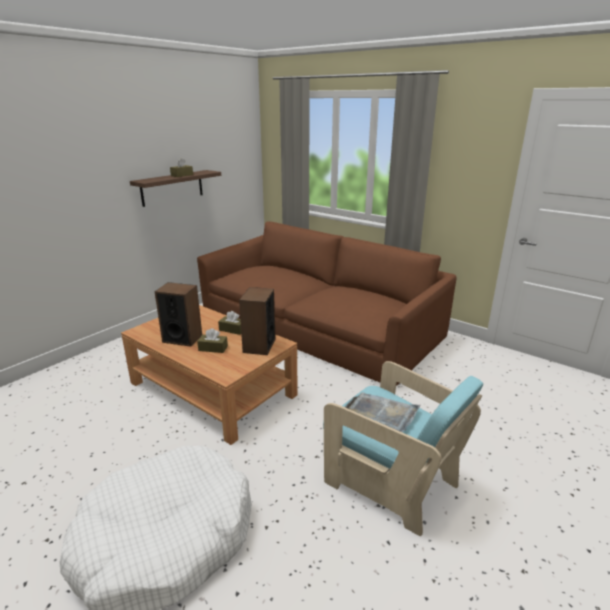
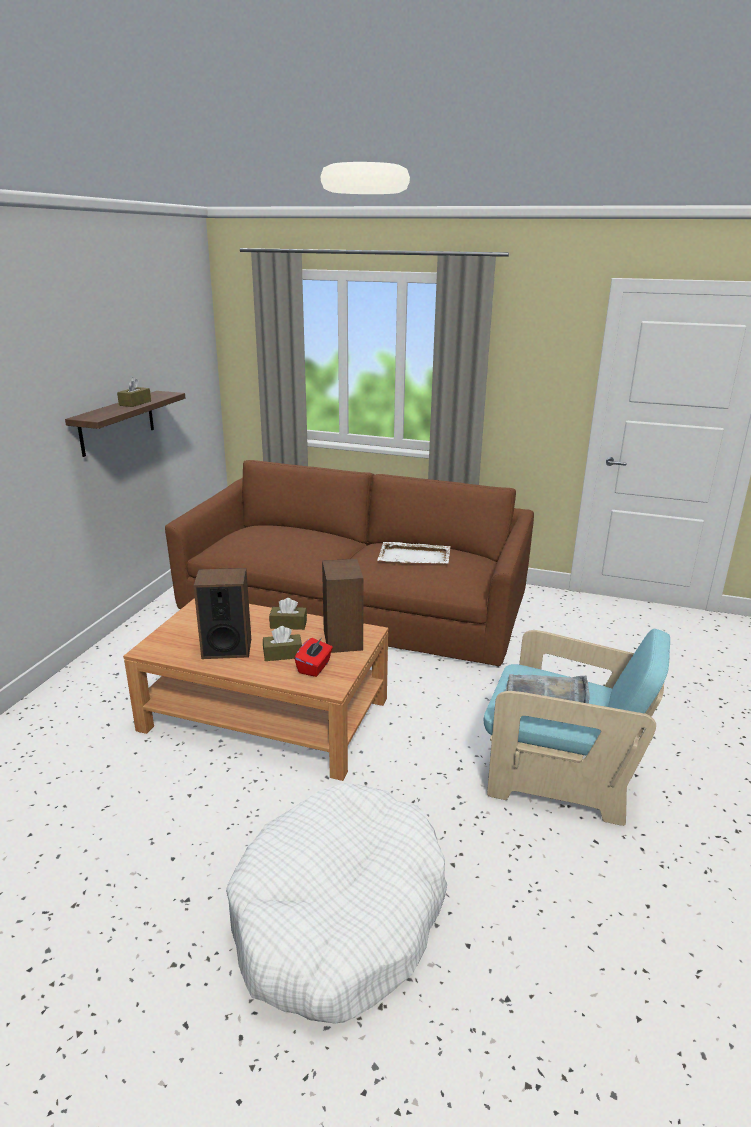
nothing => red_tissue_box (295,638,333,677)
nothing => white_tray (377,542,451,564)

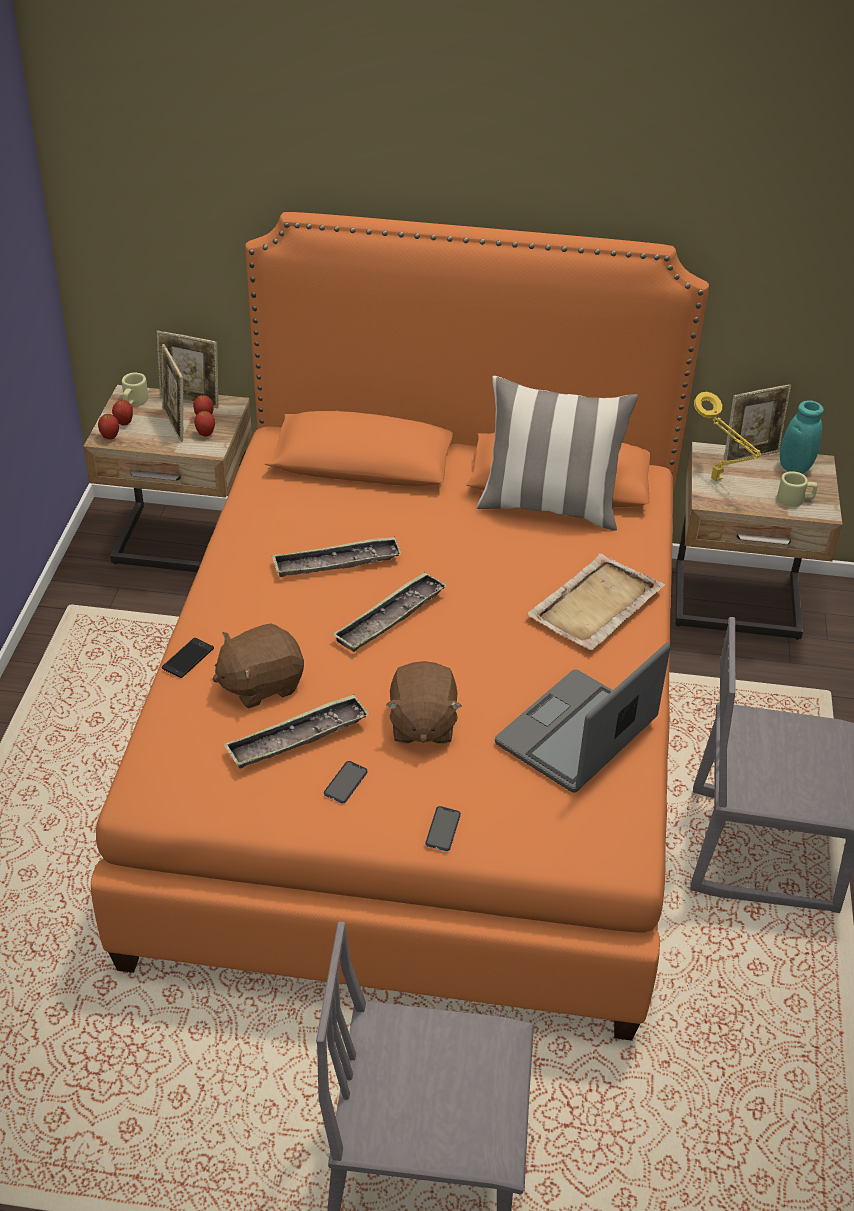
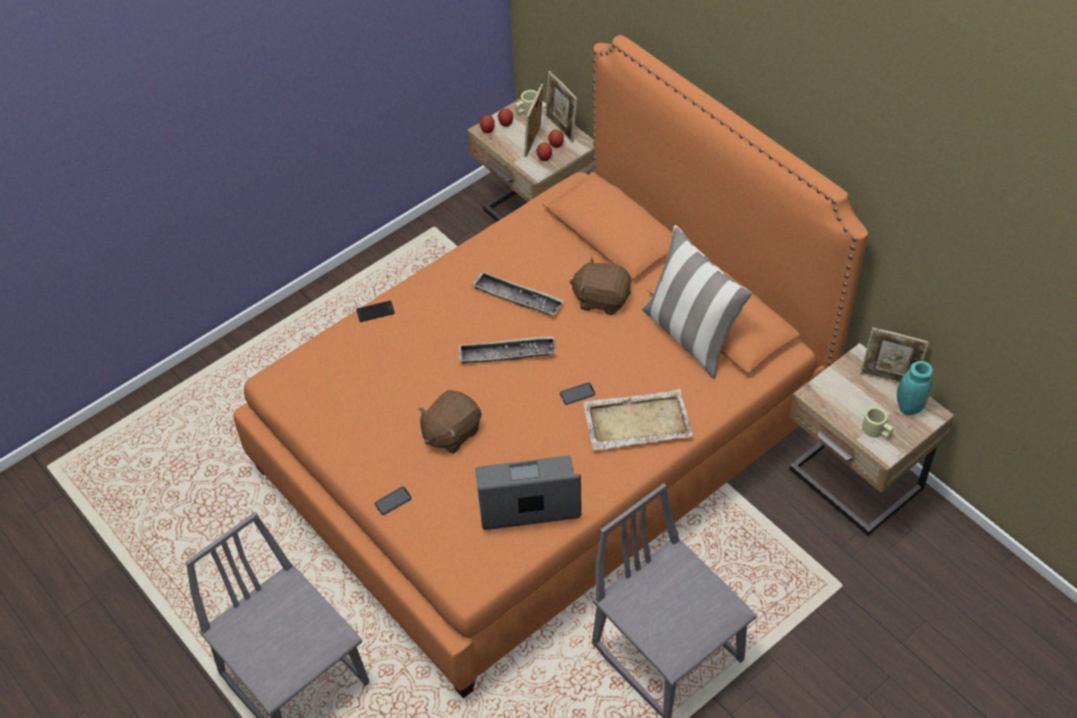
tray (223,694,369,769) => nothing
yellow_table_lamp (694,392,761,481) => nothing
brown_plush_toy (213,623,304,708) => brown_plush_toy (569,256,631,315), relocated
phone (324,761,368,803) => phone (560,382,595,405), relocated

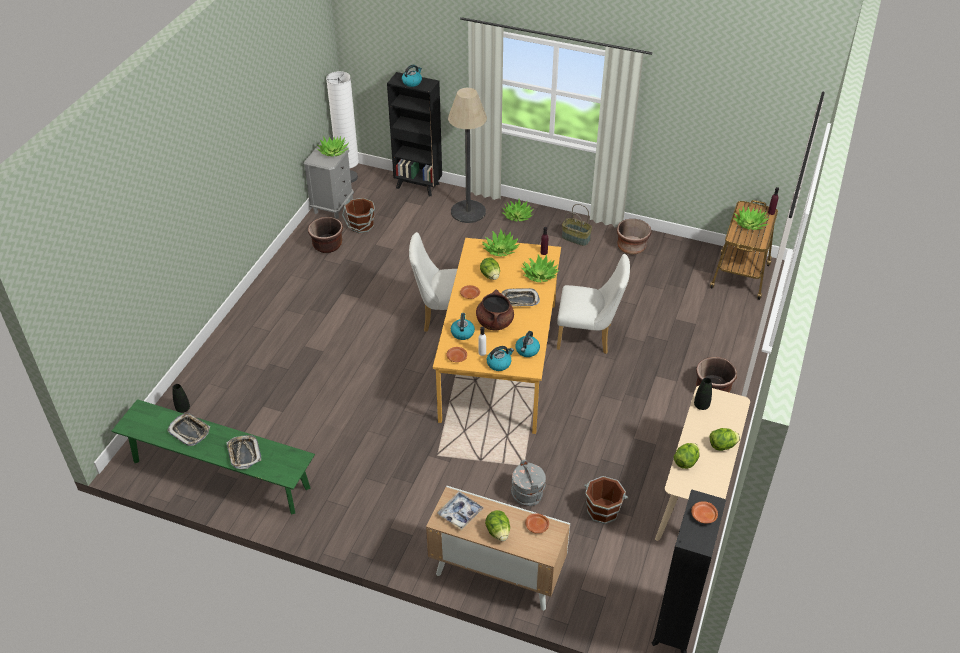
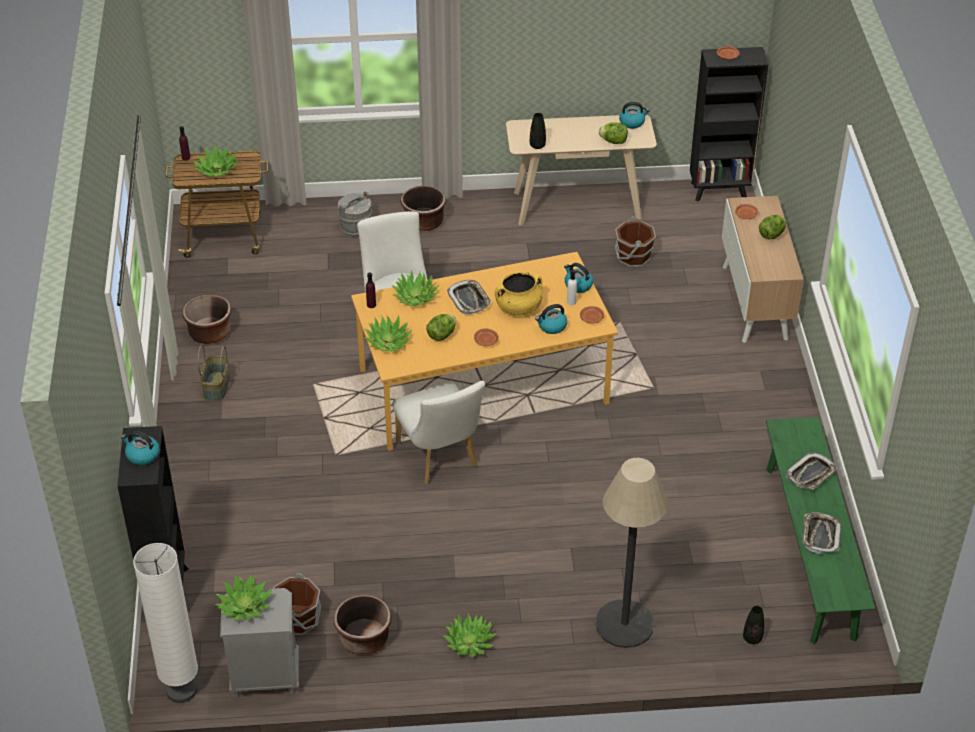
tray (437,492,483,530) => nothing
lettuce (710,428,740,451) => nothing
floor_lamp (448,88,487,223) => floor_lamp (595,458,668,648), relocated
potted_plant (502,199,533,222) => potted_plant (443,614,496,657), relocated
grey_bucket (511,459,546,506) => grey_bucket (338,191,372,237), relocated
kettle (515,331,540,357) => kettle (619,102,650,129), relocated
brown_cooking_pot (476,290,514,330) => yellow_cooking_pot (495,272,543,315)

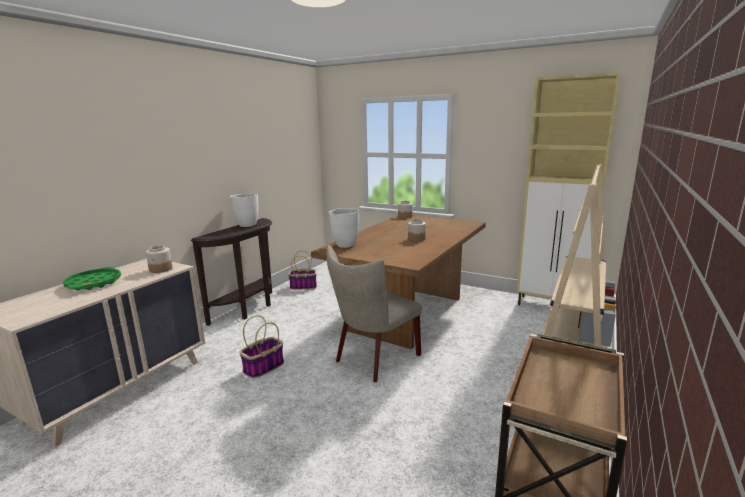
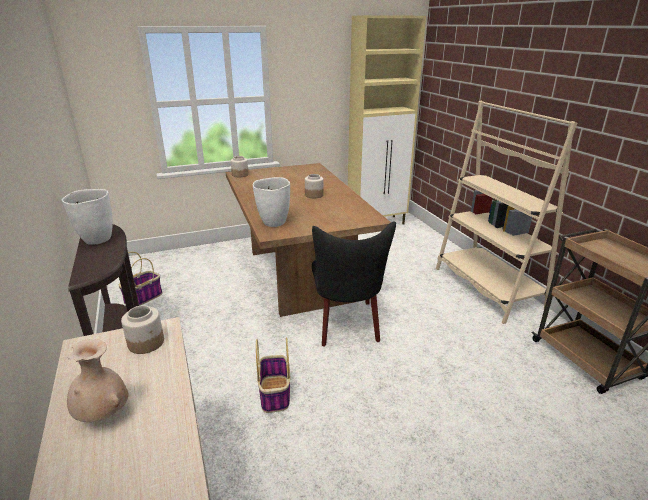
green_tray (63,267,121,290) => beige_vase (67,339,129,422)
beige_chair (326,245,422,382) => black_chair (312,221,396,347)

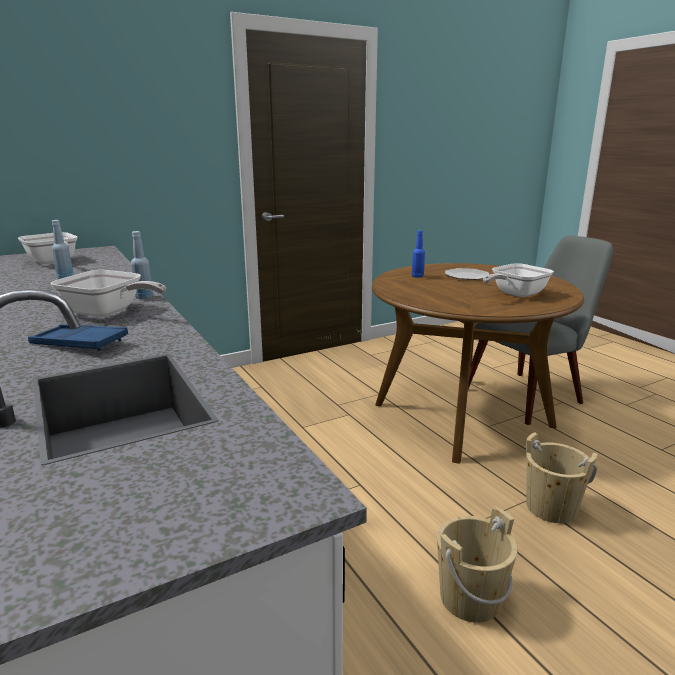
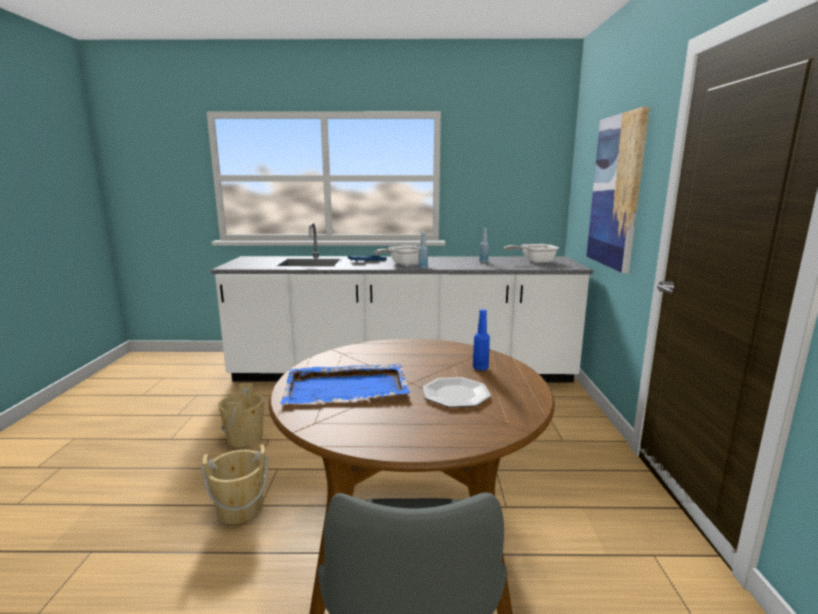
nothing => picture (586,107,650,273)
frying_pan (483,263,554,297) => blue_tray (280,364,410,404)

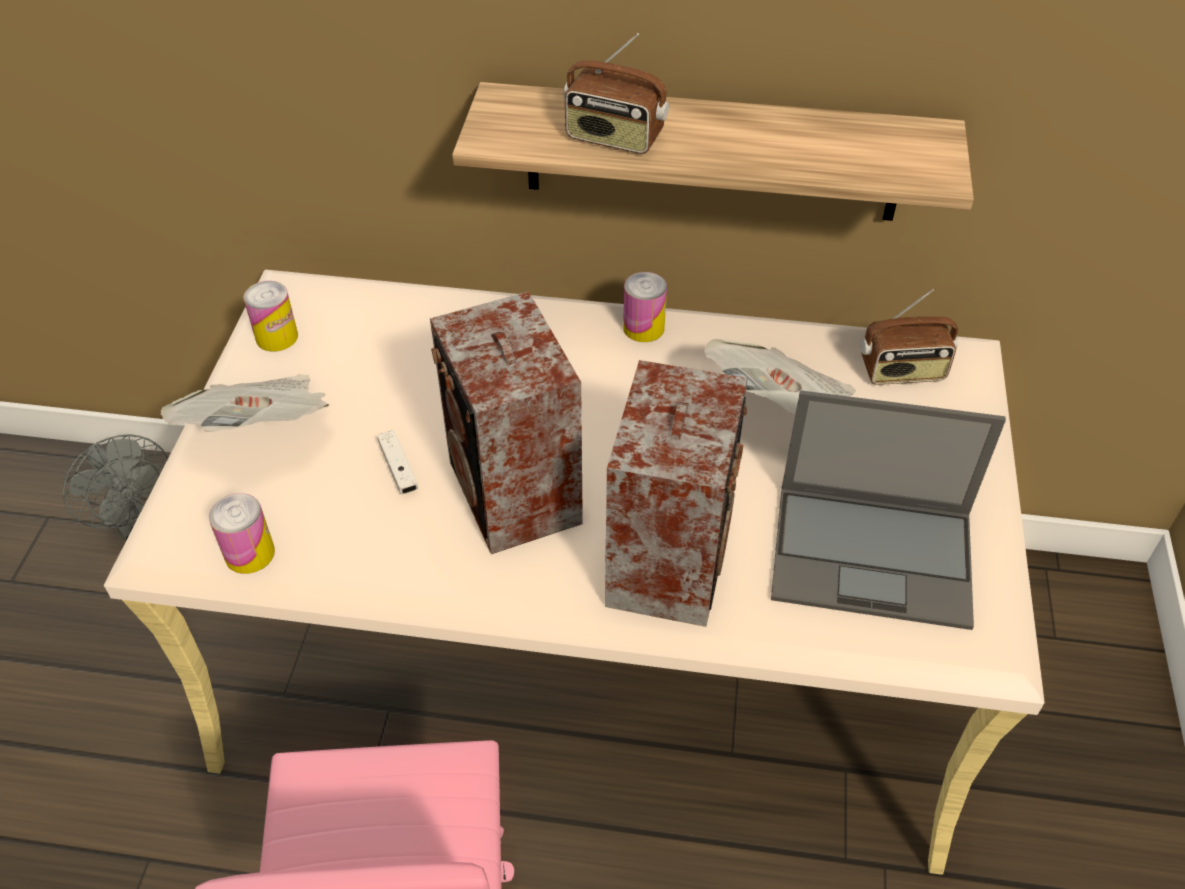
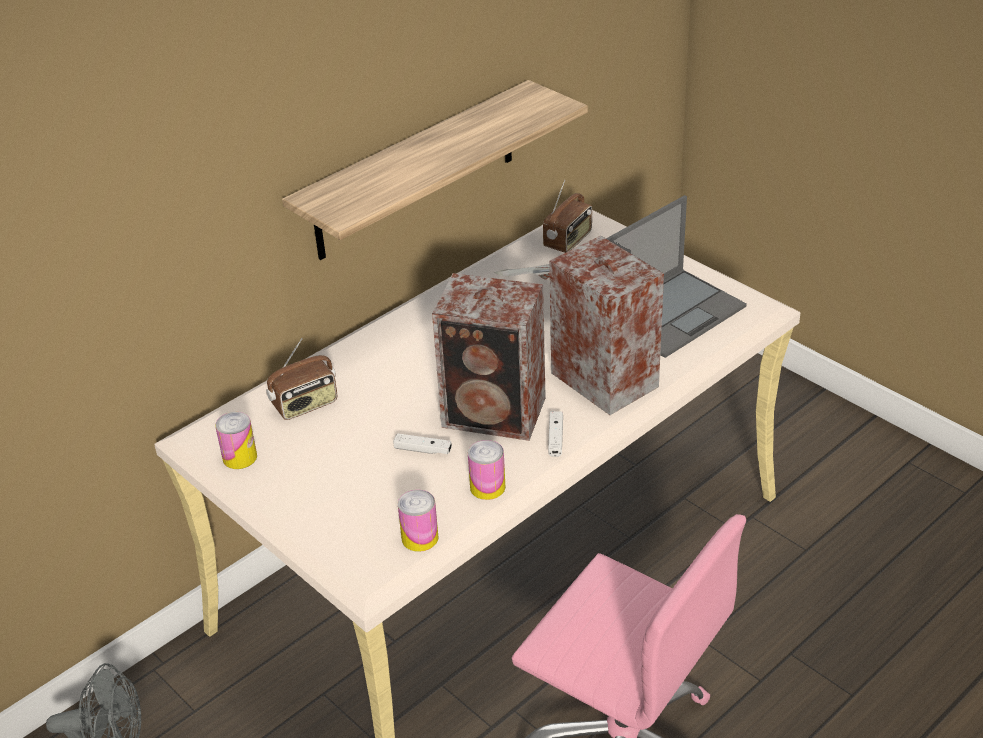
newspaper (160,374,329,432) => nothing
nothing => white_game_controller (548,411,563,457)
radio (564,33,669,154) => radio (266,338,337,420), relocated
can (623,272,667,342) => can (468,440,506,500), relocated

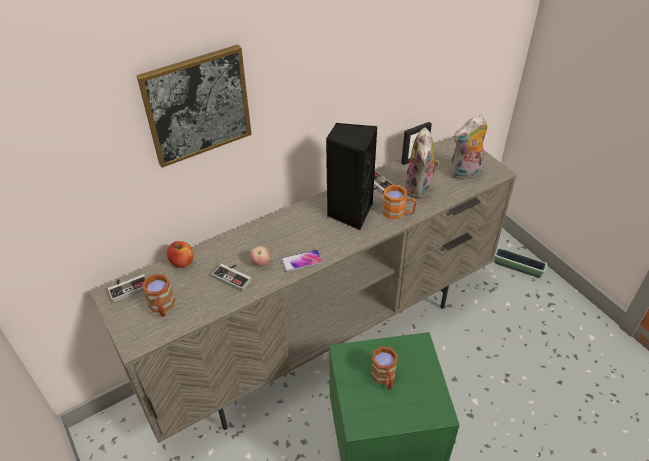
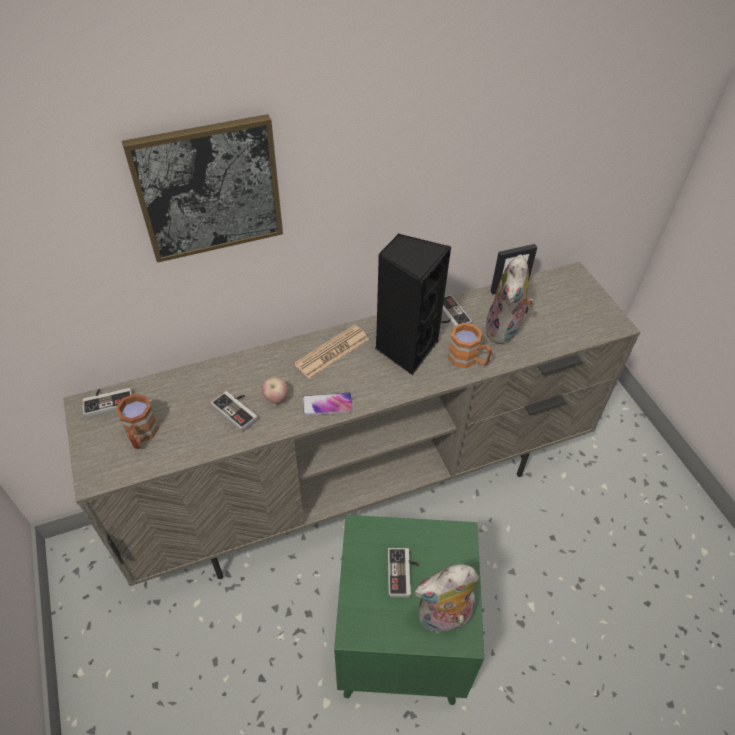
apple (167,241,193,268) => nothing
planter (494,247,547,278) => nothing
nothing => newspaper (294,325,369,379)
plush_toy (450,114,487,181) => plush_toy (414,564,479,633), relocated
brown_mug (371,346,398,390) => game_controller (388,548,419,598)

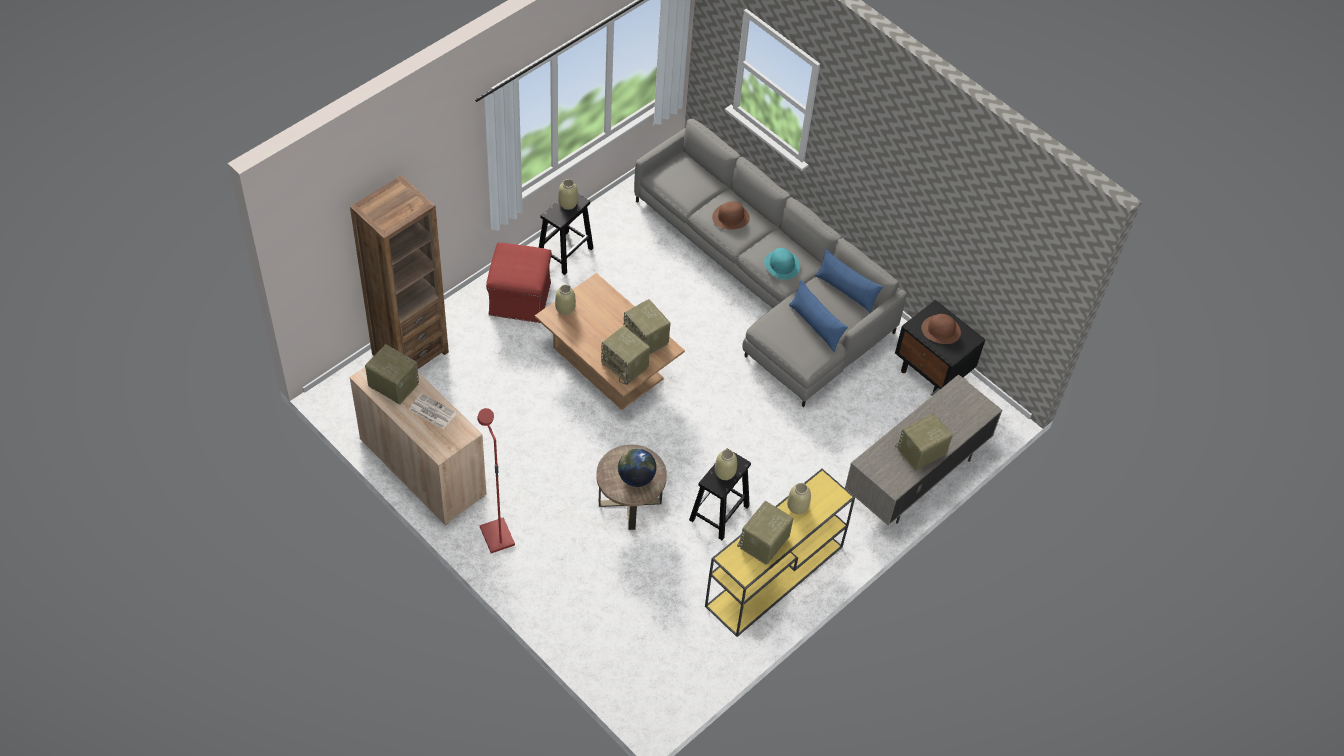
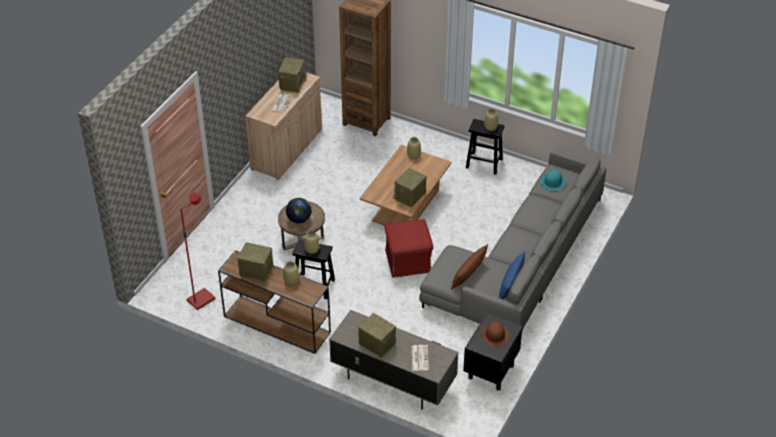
radio (601,326,650,385) => nothing
brown_hat (712,202,750,230) => nothing
nothing => newspaper (412,345,429,371)
red_floor_lamp (477,408,515,553) => red_floor_lamp (180,193,215,310), relocated
red_ottoman (486,243,552,323) => red_ottoman (384,219,433,278), relocated
turquoise_hat (764,248,800,280) => turquoise_hat (540,170,566,191), relocated
yellow_console_table (705,469,855,637) => brown_console_table (218,250,331,354)
blue_pillow (789,280,848,352) => brown_pillow (451,244,488,290)

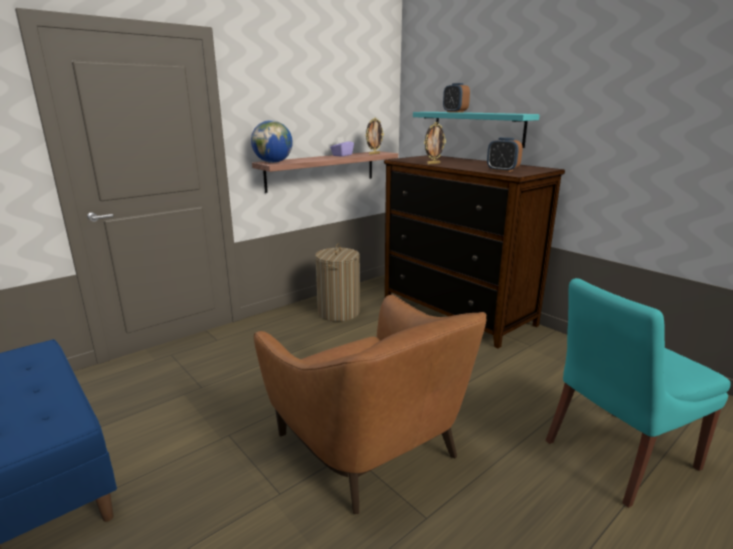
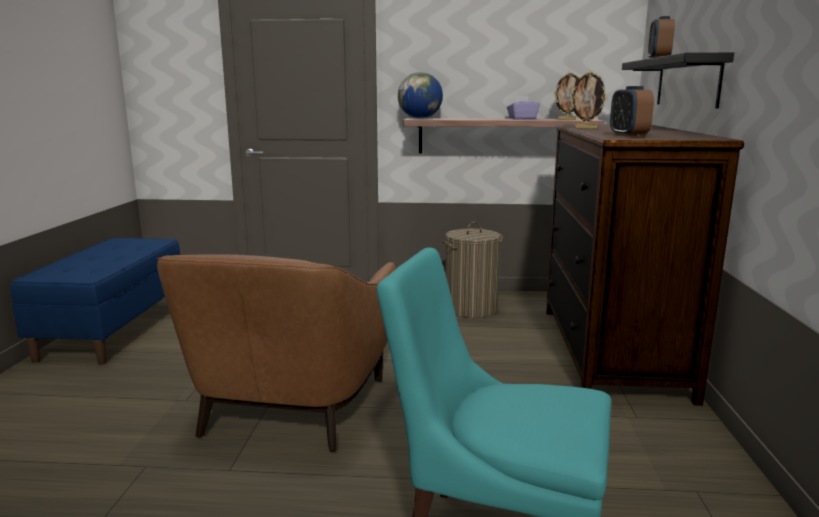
turquoise_shelf (413,112,540,148) => black_shelf (622,52,734,108)

